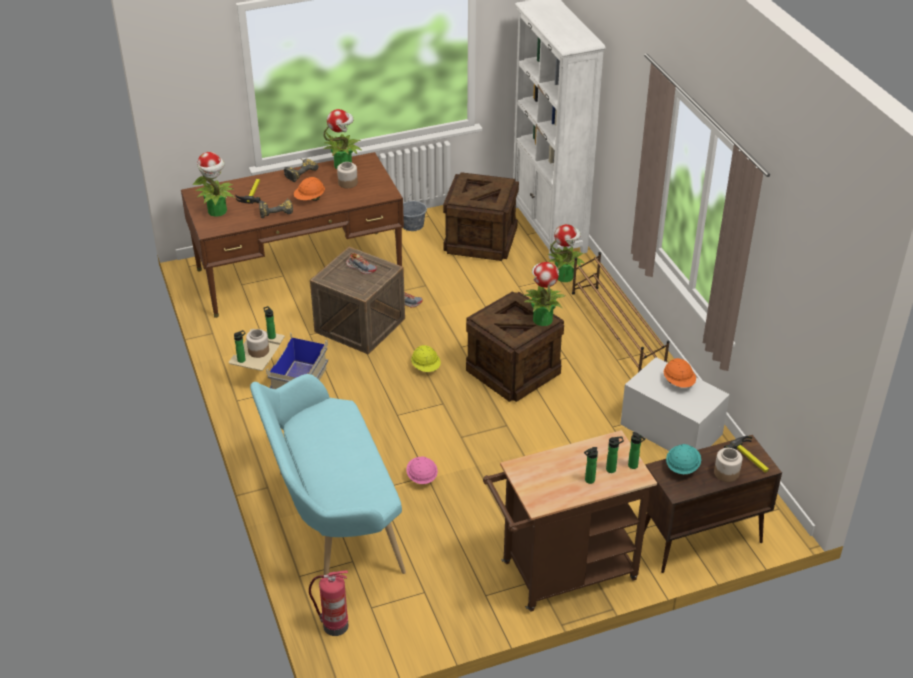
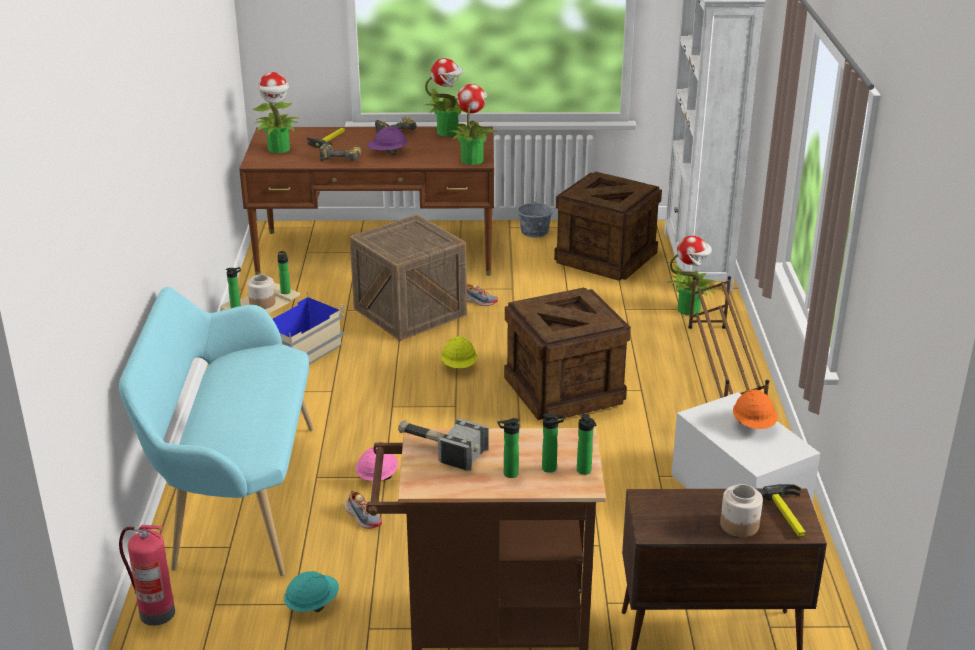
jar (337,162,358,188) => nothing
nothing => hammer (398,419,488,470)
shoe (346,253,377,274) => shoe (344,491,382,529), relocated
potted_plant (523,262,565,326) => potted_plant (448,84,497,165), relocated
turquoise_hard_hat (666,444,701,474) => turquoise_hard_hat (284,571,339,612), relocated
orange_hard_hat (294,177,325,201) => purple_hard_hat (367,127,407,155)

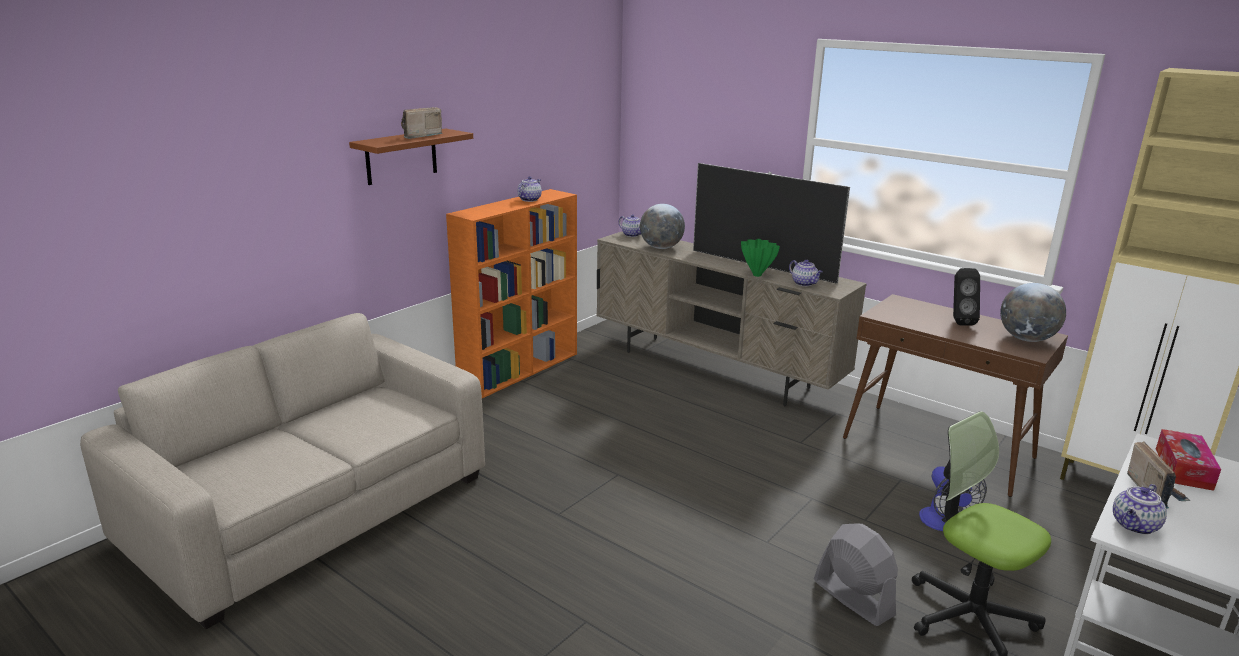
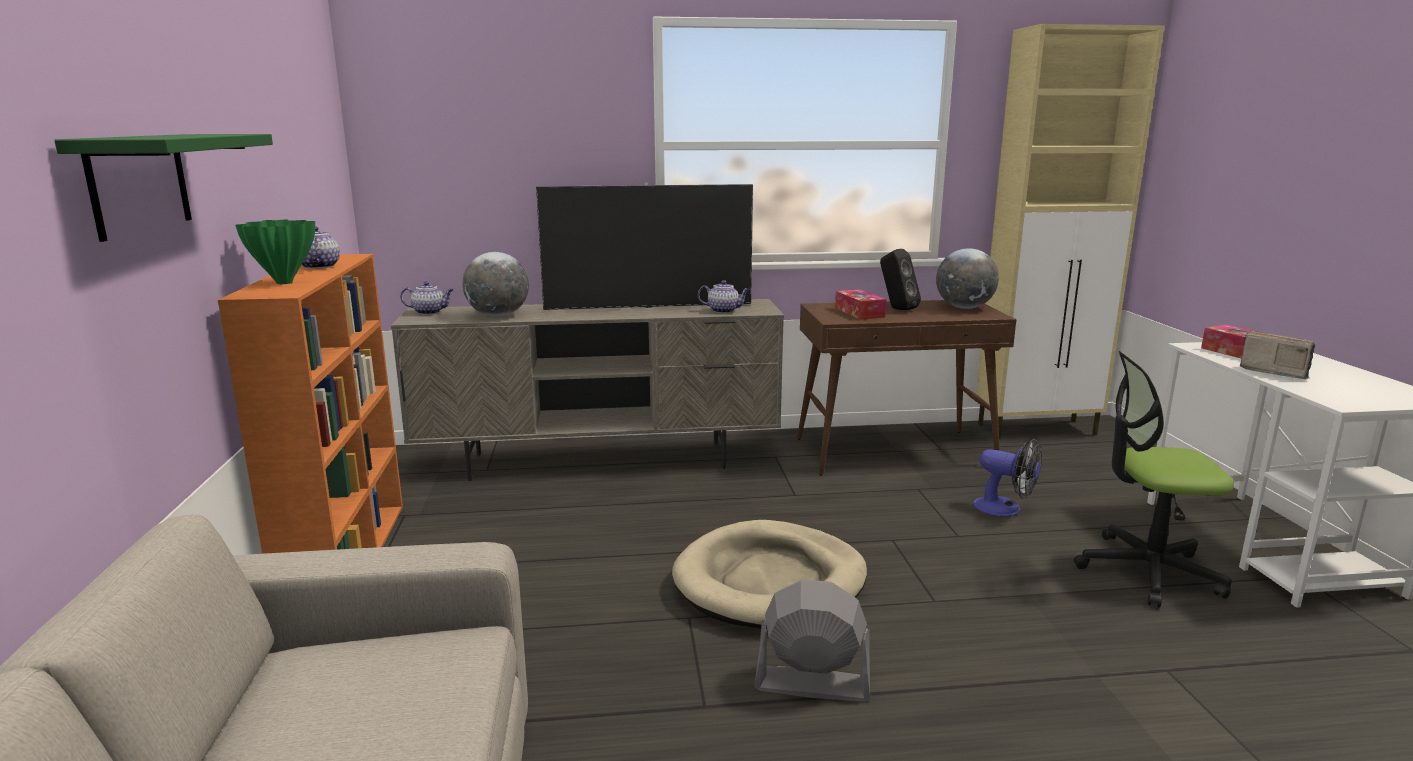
radio (401,107,443,139) => nothing
teapot (1113,484,1167,535) => nothing
nothing => beige_dog_bed (672,520,867,629)
nothing => tissue_box (835,289,886,320)
green_vase (741,239,780,277) => green_vase (235,220,315,284), relocated
grey_fan (814,523,898,626) => grey_fan (754,579,870,702), relocated
brown_shelf (349,129,473,185) => green_shelf (54,134,273,242)

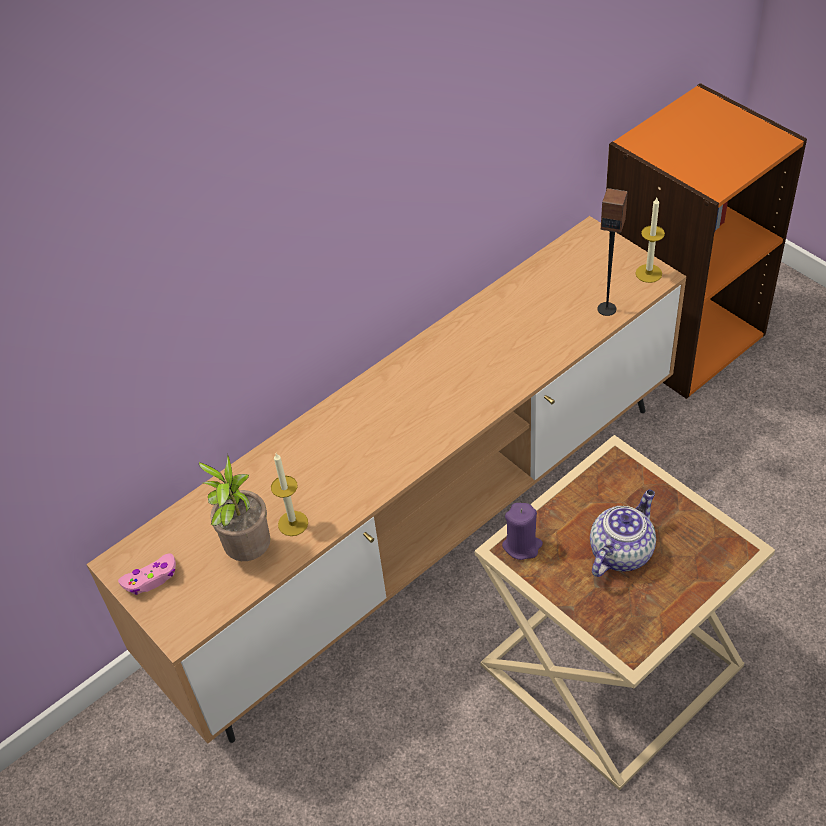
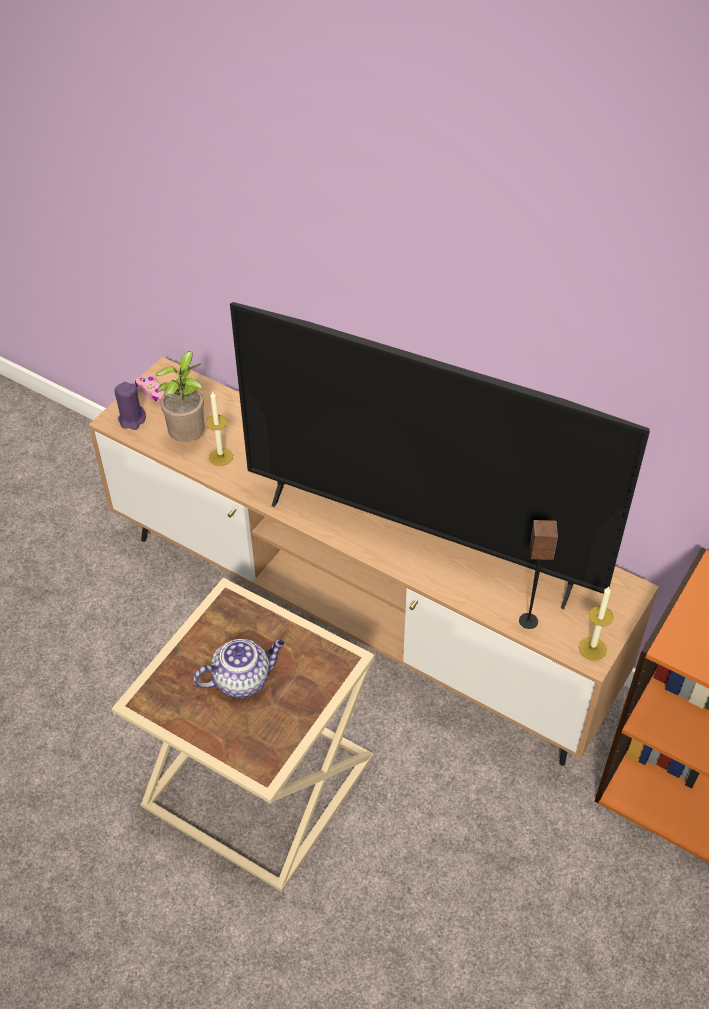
nothing => television (230,302,650,609)
purple_candle (502,503,543,560) => purple_candle (115,382,146,430), relocated
teapot (590,489,656,577) => teapot (193,639,285,698), 45 degrees counterclockwise

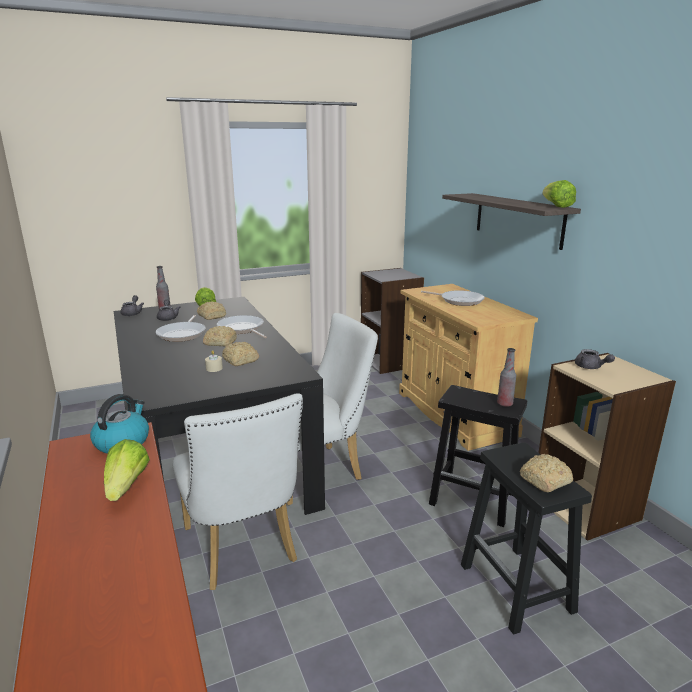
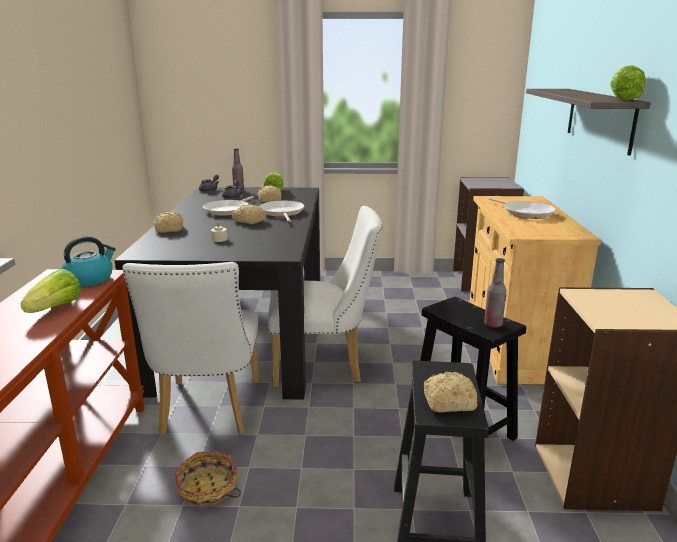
grey_teapot (575,349,615,369) => nothing
nothing => basket (175,451,241,507)
bread (222,342,259,366) => bread (154,212,183,233), relocated

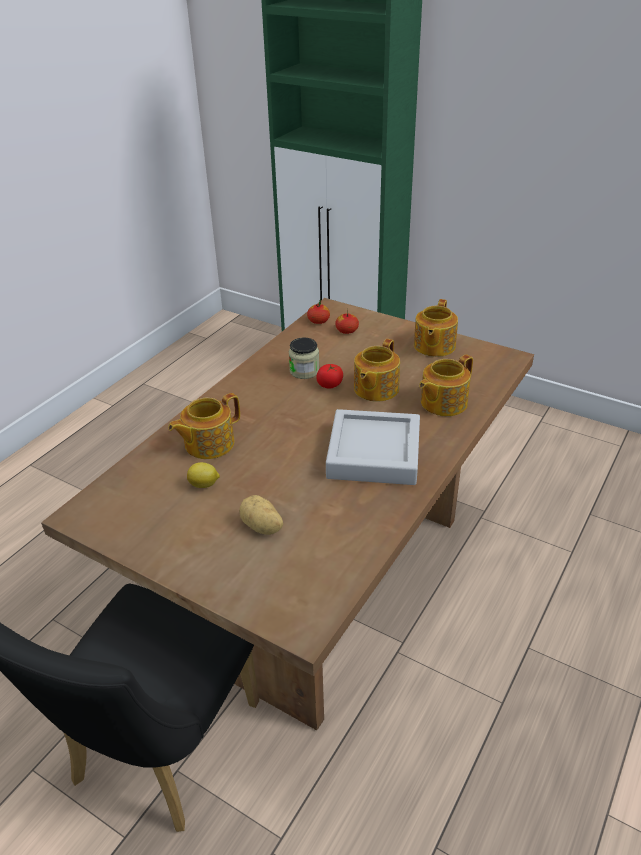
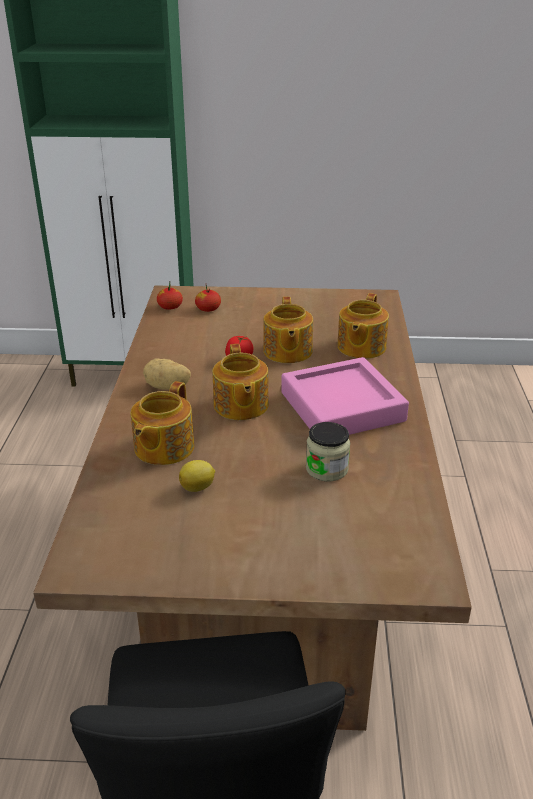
potato (239,495,283,535) => potato (143,359,191,390), relocated
jar (289,337,319,379) => jar (306,422,350,481), relocated
teapot (414,299,458,357) => teapot (212,344,269,420), relocated
grey_tray (326,409,420,485) => pink_tray (281,357,409,435)

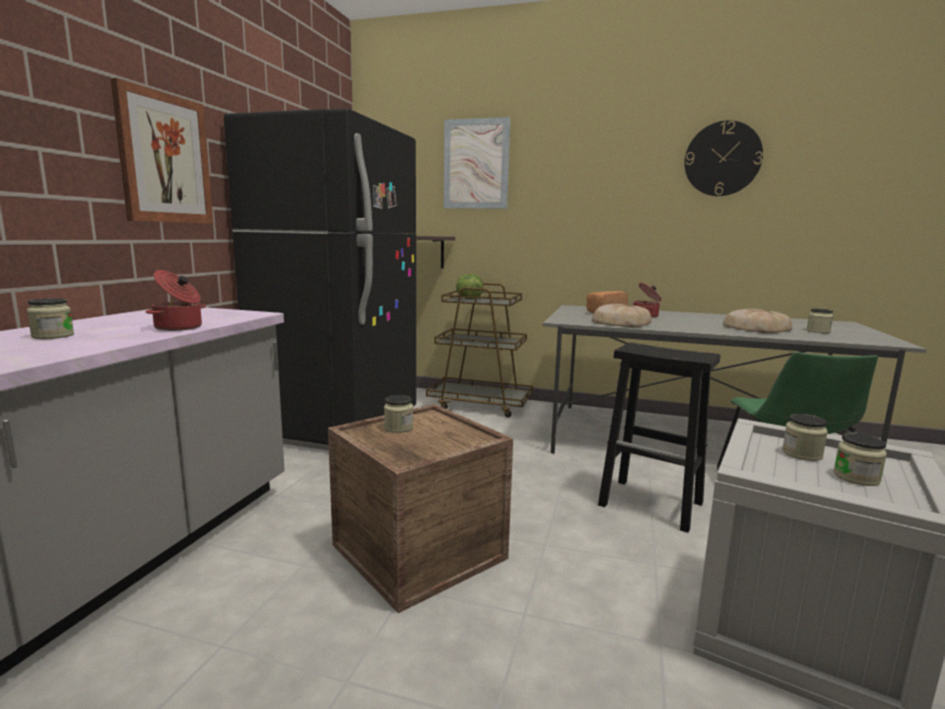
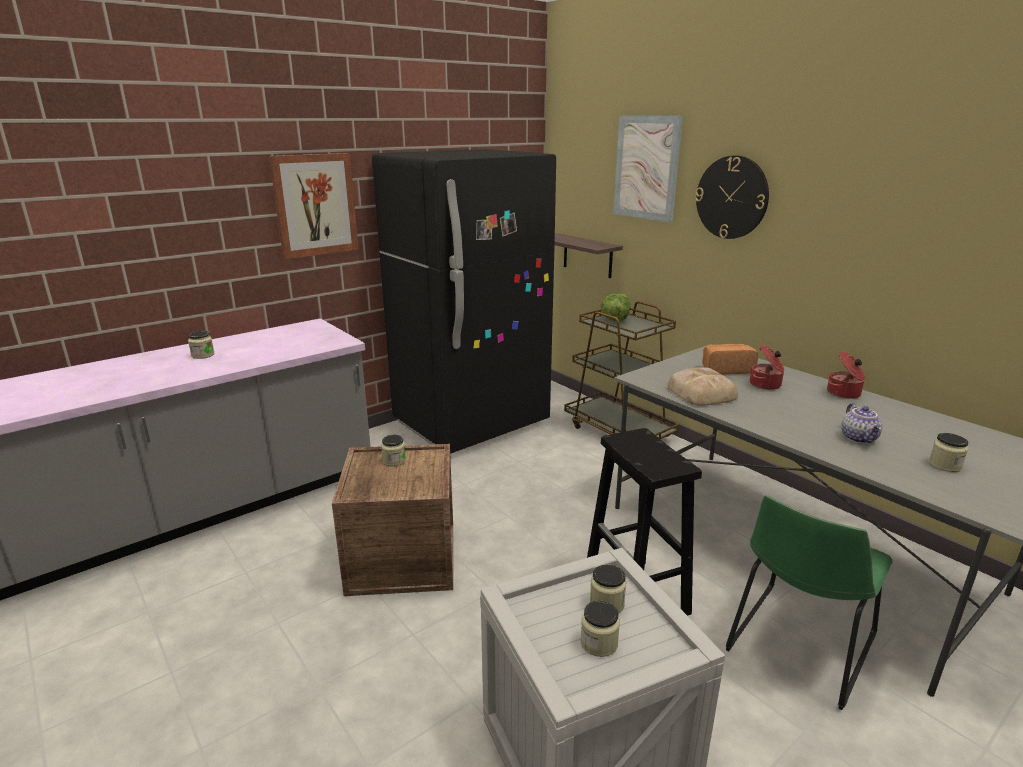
cooking_pot (145,270,206,331) => cooking_pot (827,351,865,399), relocated
wall_clock (684,120,763,196) => wall_clock (695,155,769,239), relocated
bread (723,309,793,333) => teapot (841,403,882,444)

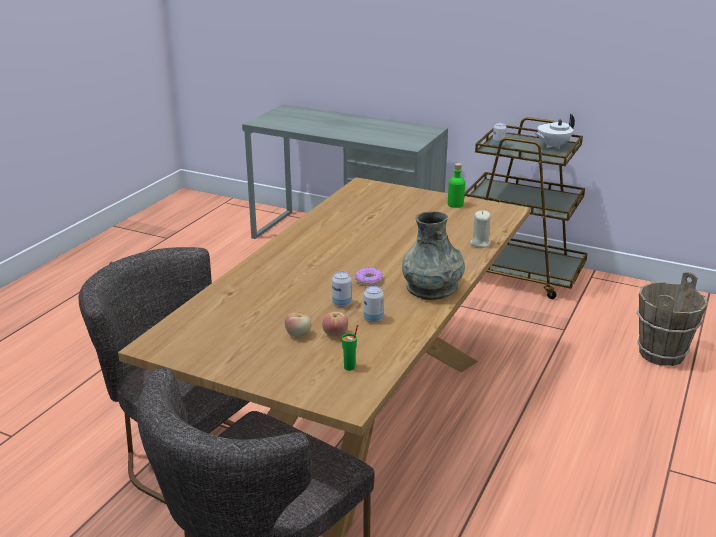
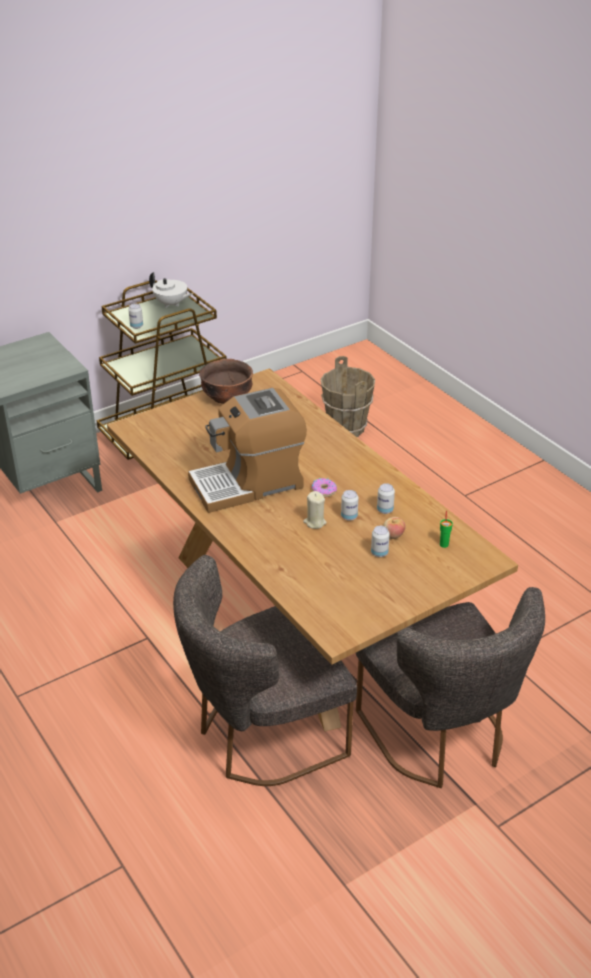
grey_vase (402,211,465,300) => nothing
nothing => coffee_machine (188,388,307,513)
beige_candle (470,210,491,248) => beige_candle (303,491,327,529), relocated
apple (285,312,311,337) => can (371,526,390,557)
green_bottle (448,163,465,208) => brown_bowl (199,359,253,404)
white_teapot (535,114,575,149) => white_teapot (149,272,193,308), 60 degrees counterclockwise

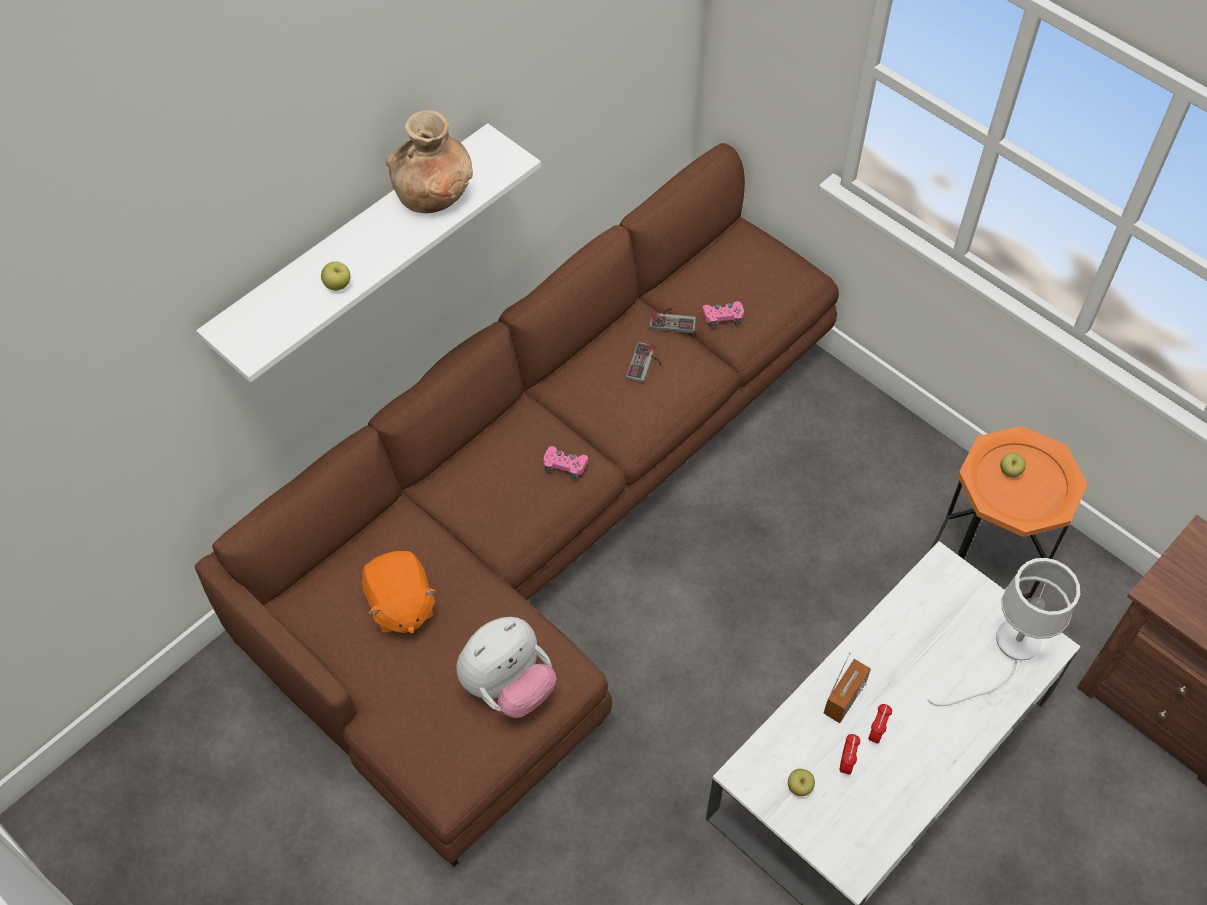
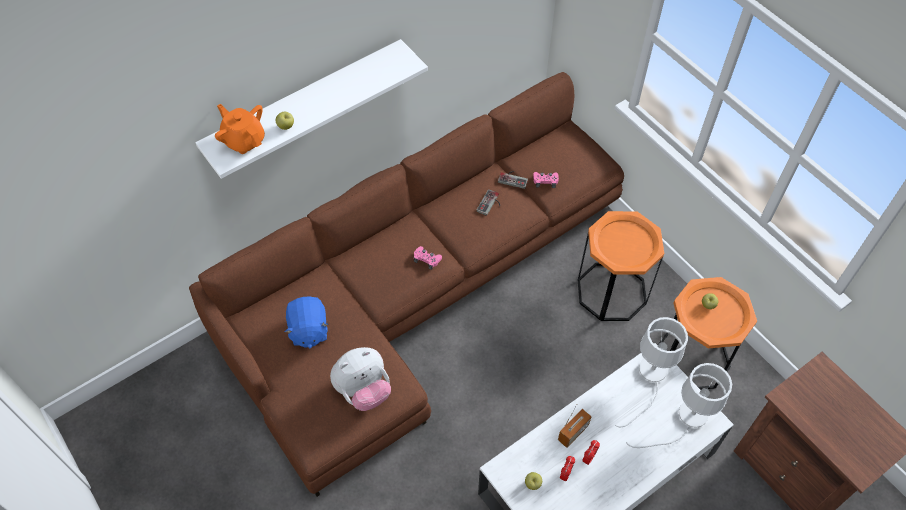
brown_vase (385,110,473,213) => nothing
nothing => orange_teapot (215,104,265,154)
nothing => orange_side_table (578,211,664,321)
nothing => white_table_lamp (615,317,688,427)
orange_plush_toy (362,551,436,633) => blue_plush_toy (285,296,329,348)

